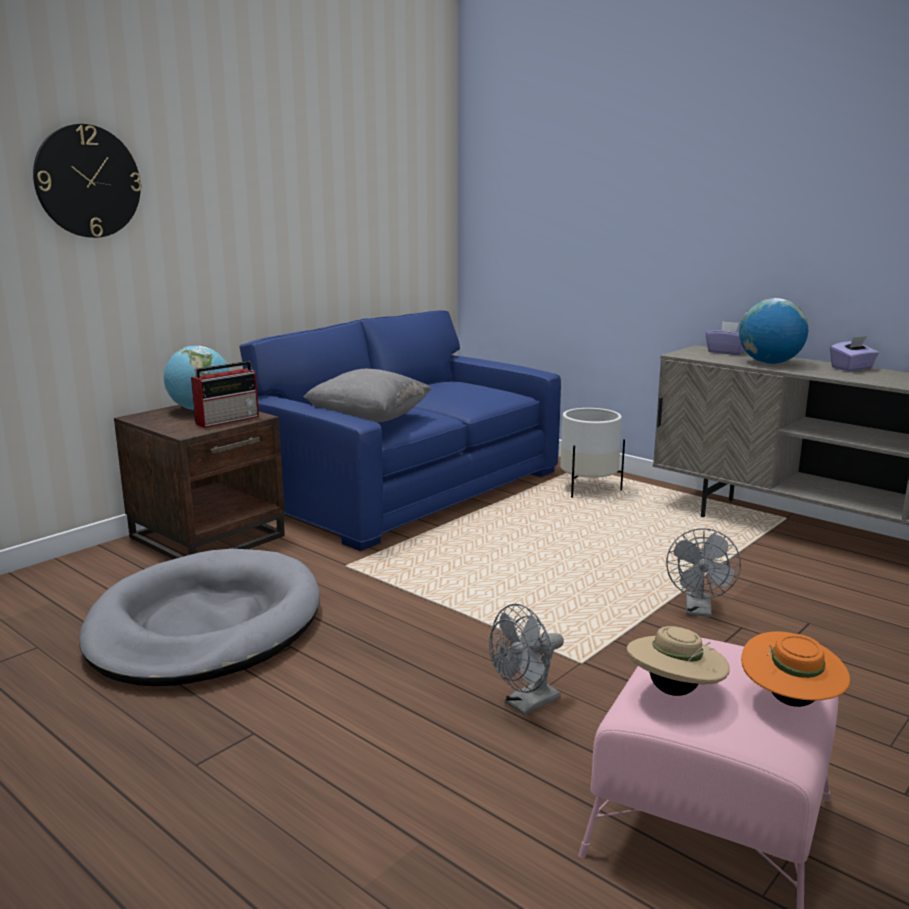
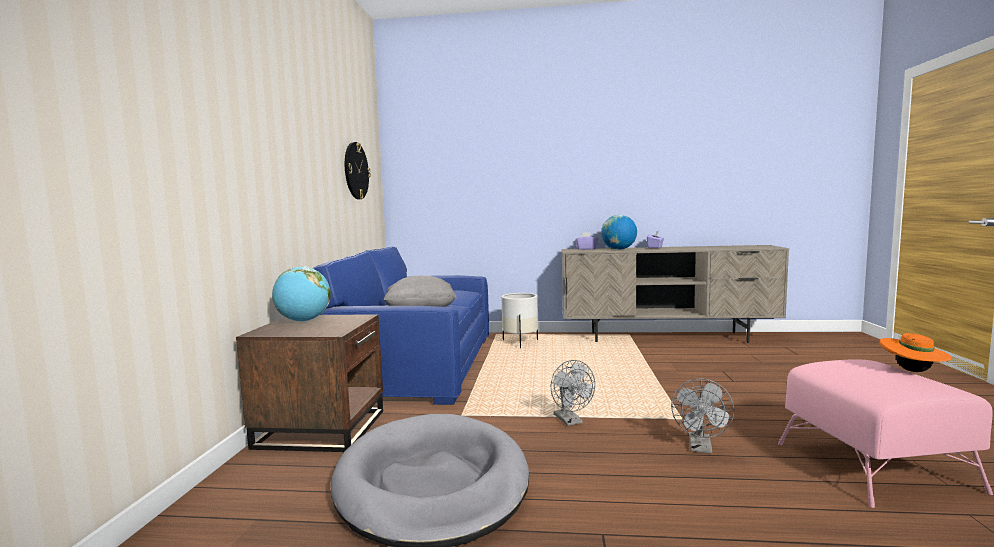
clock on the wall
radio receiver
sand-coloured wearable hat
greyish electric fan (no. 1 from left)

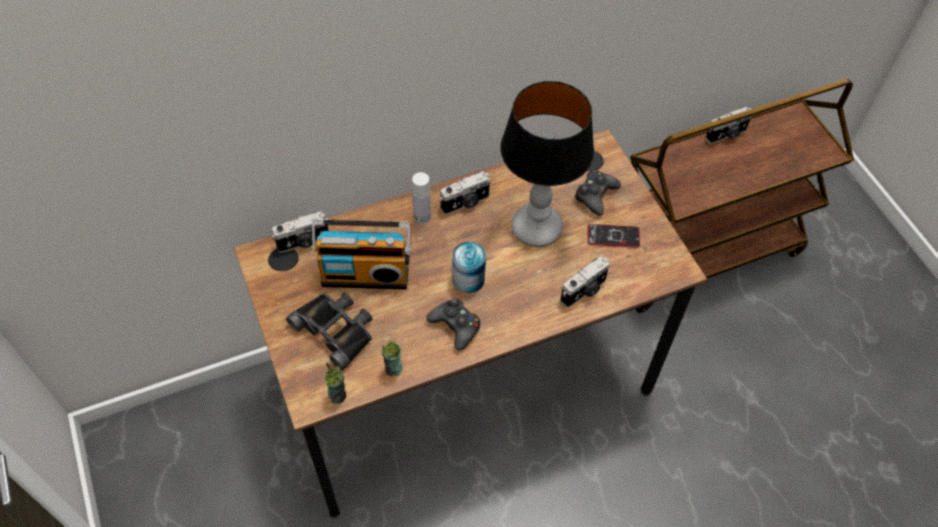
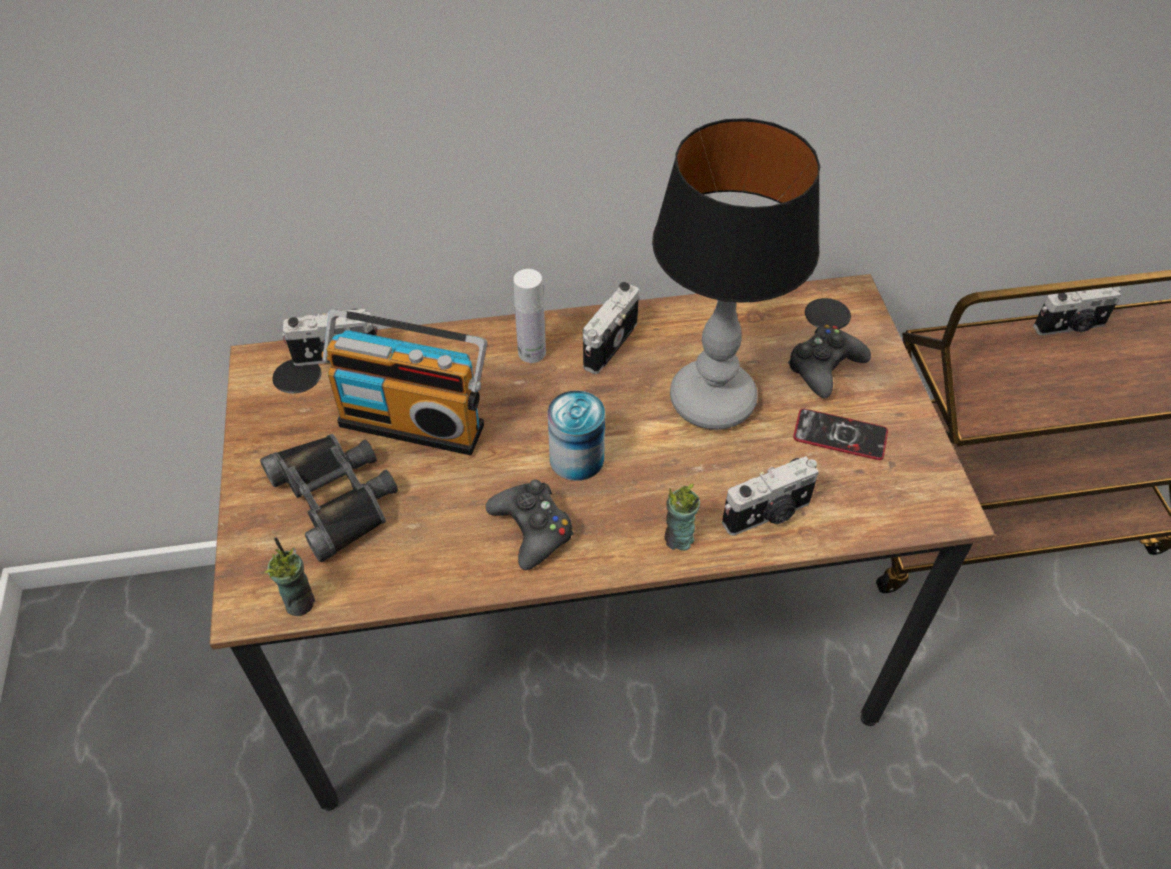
drinking cup (no. 2 from left)
still camera (no. 2 from left)

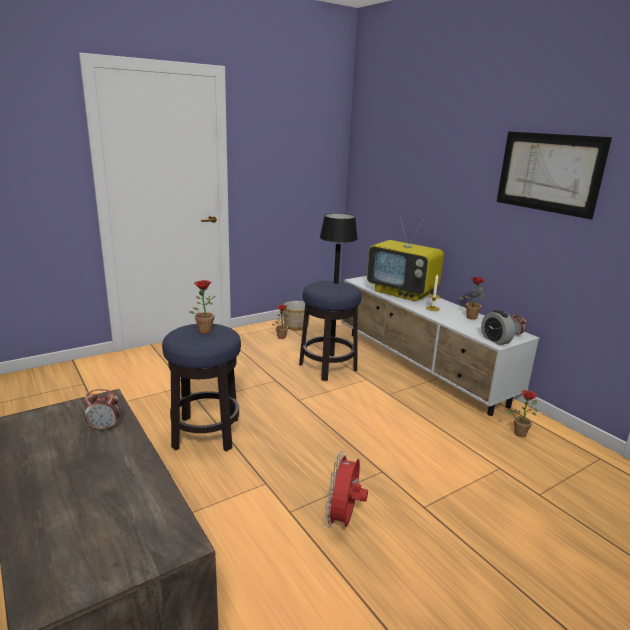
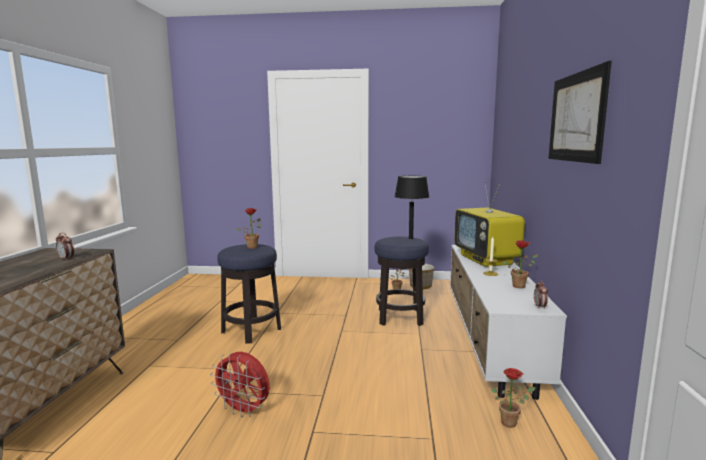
red-coloured electric fan
table clock (no. 2 from left in the first image)

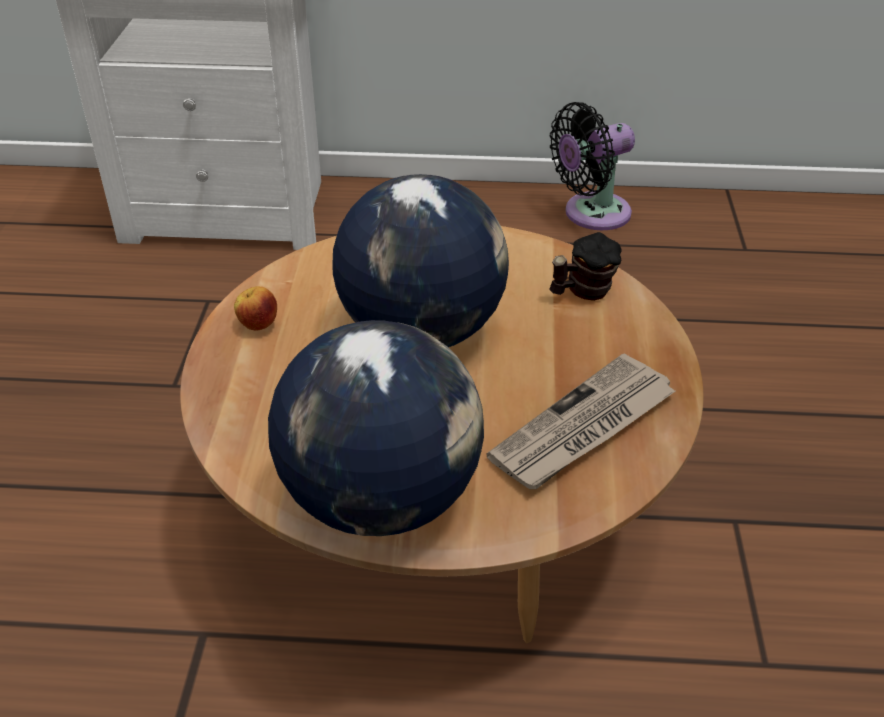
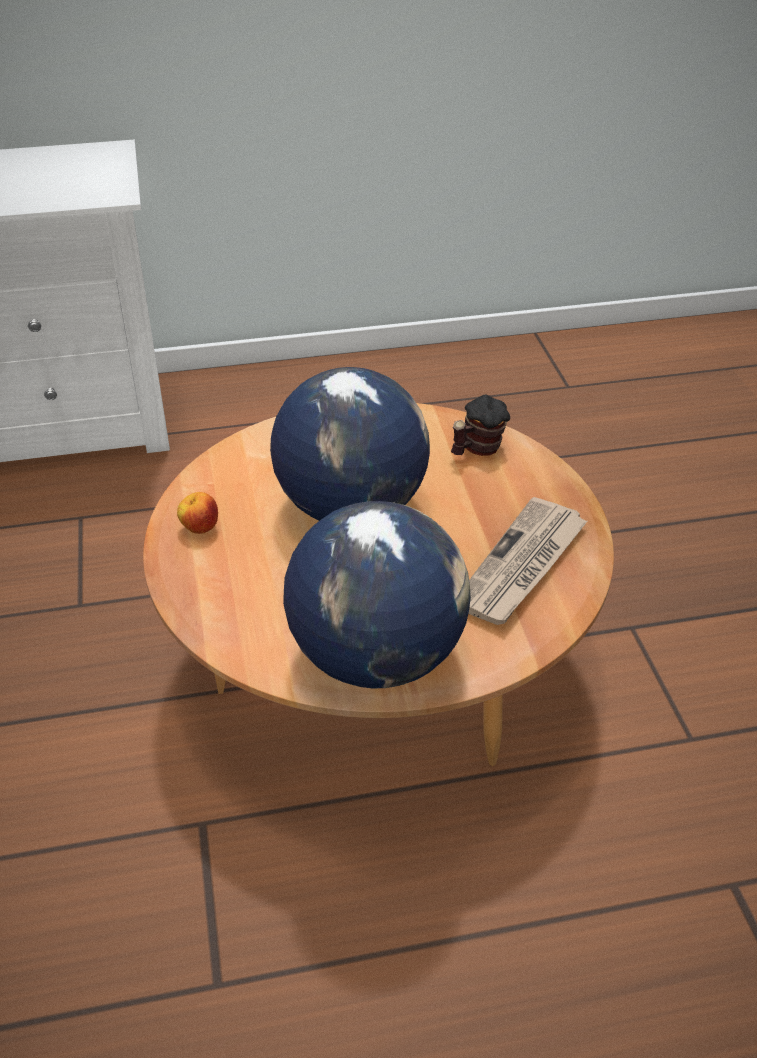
blackish electric fan

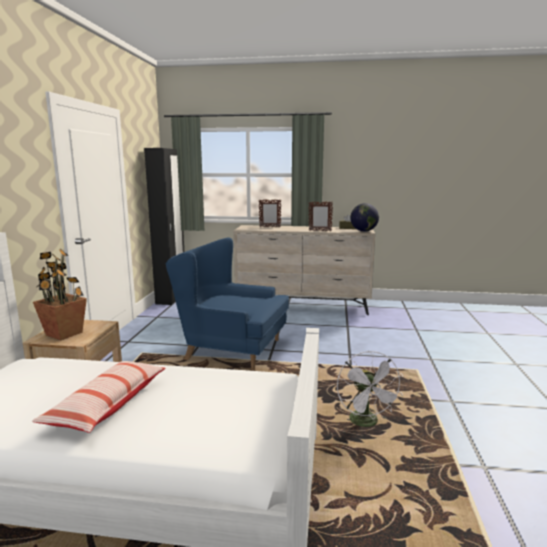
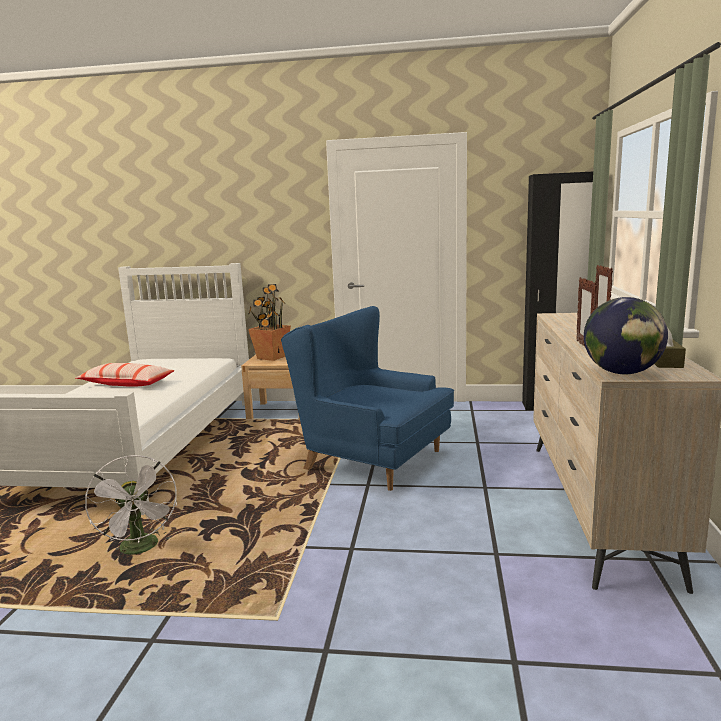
blue easy chair
whitish electric fan

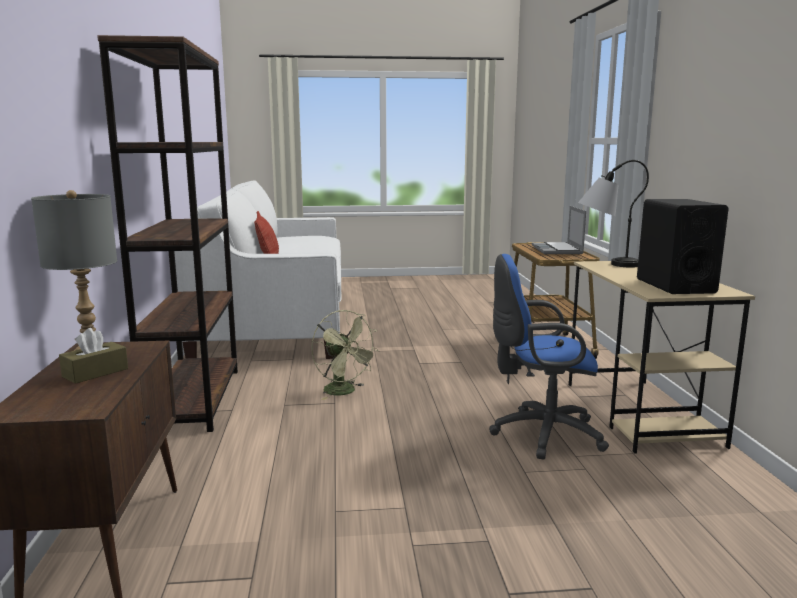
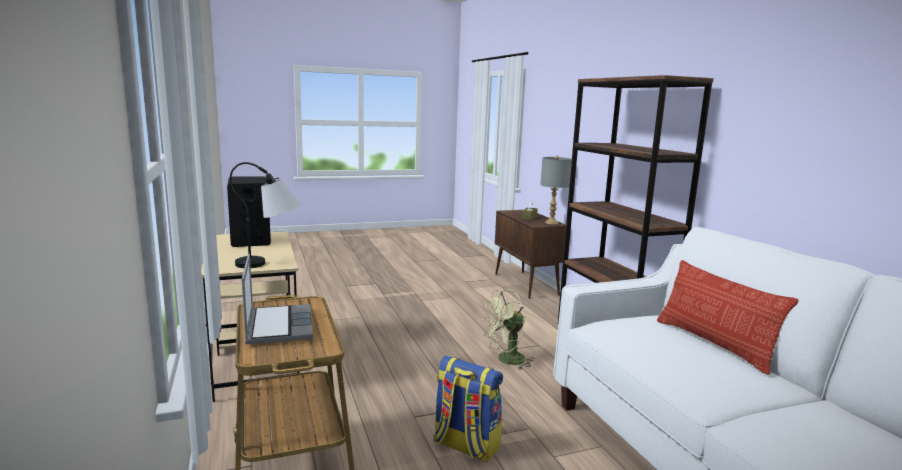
green electric fan
blue desk chair
knapsack

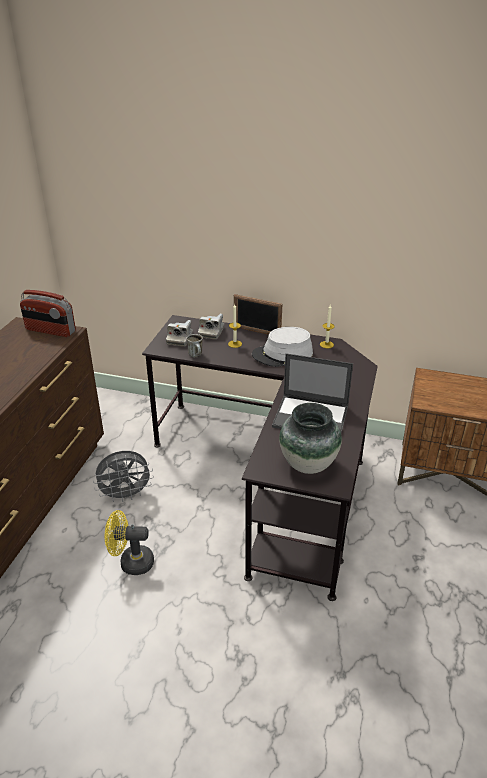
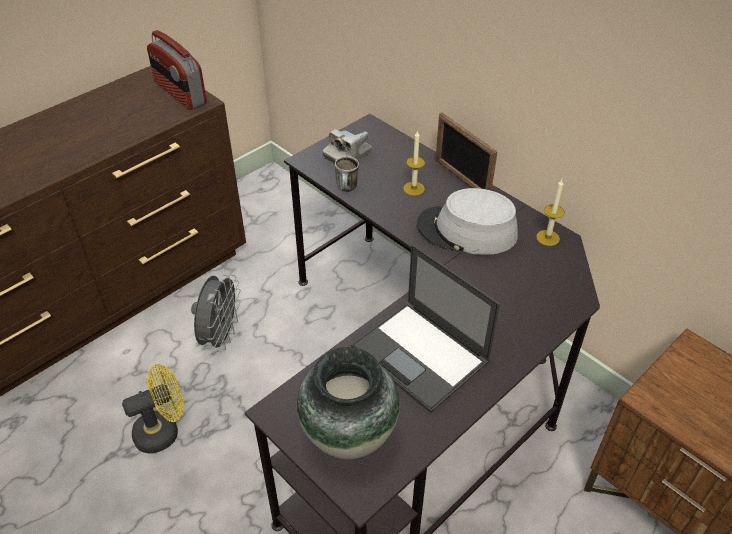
greyish electric fan
yellowish electric fan
still camera (no. 2 from left in the first image)

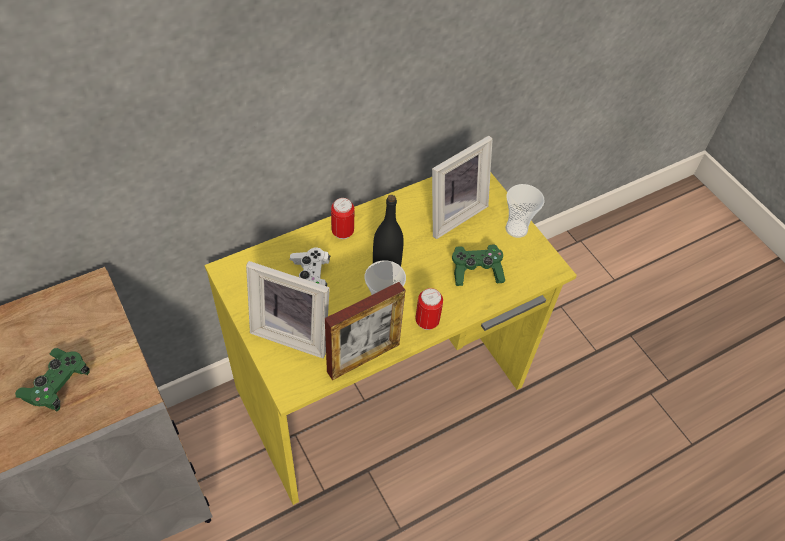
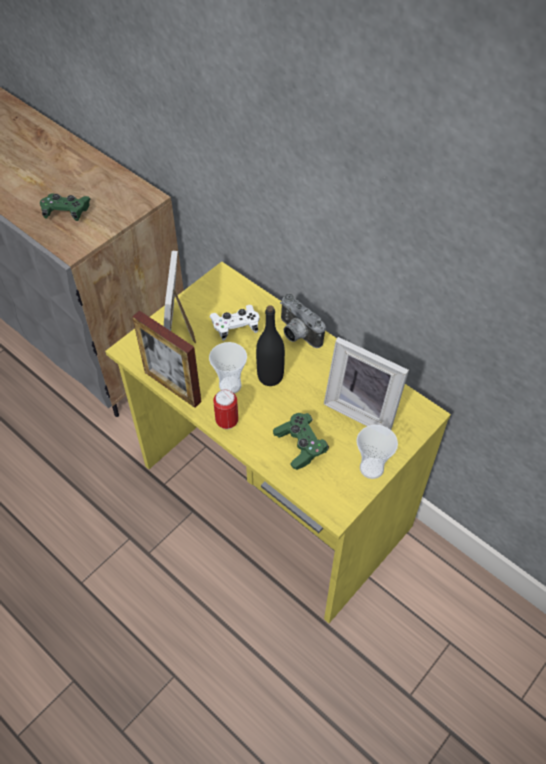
still camera

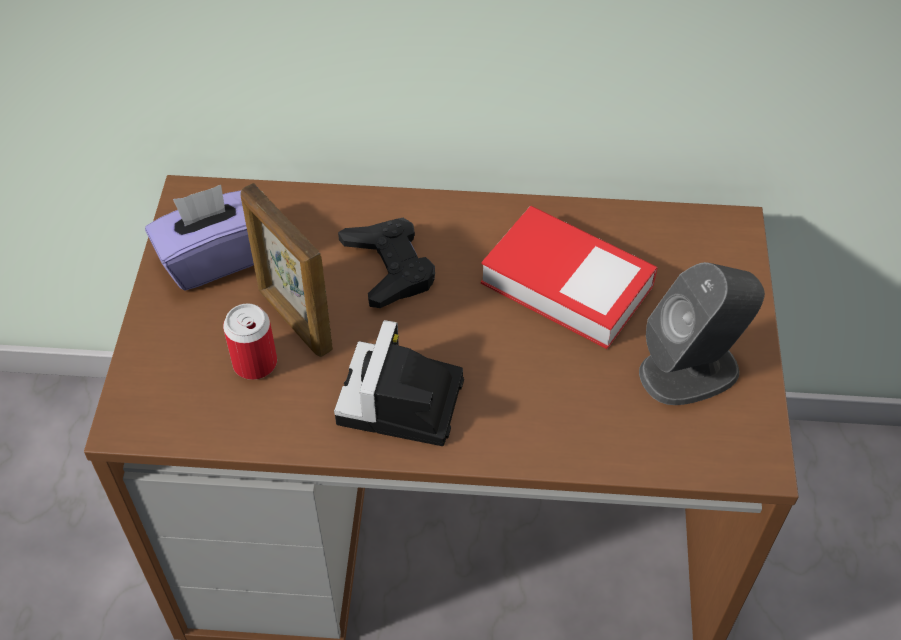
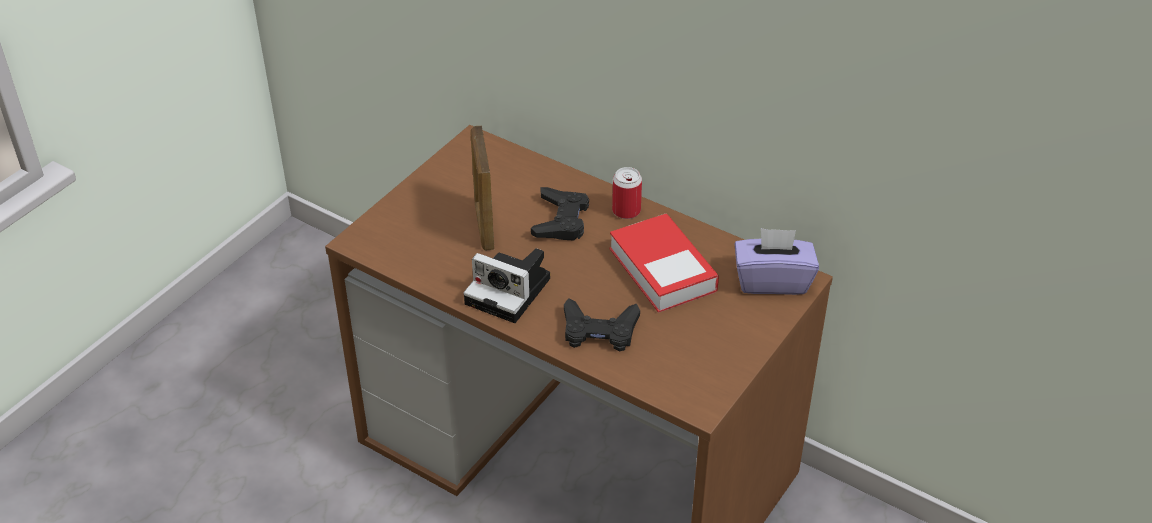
purple box of tissues
metal can
still camera
greyish speaker
blackish gamepad (no. 2 from left)

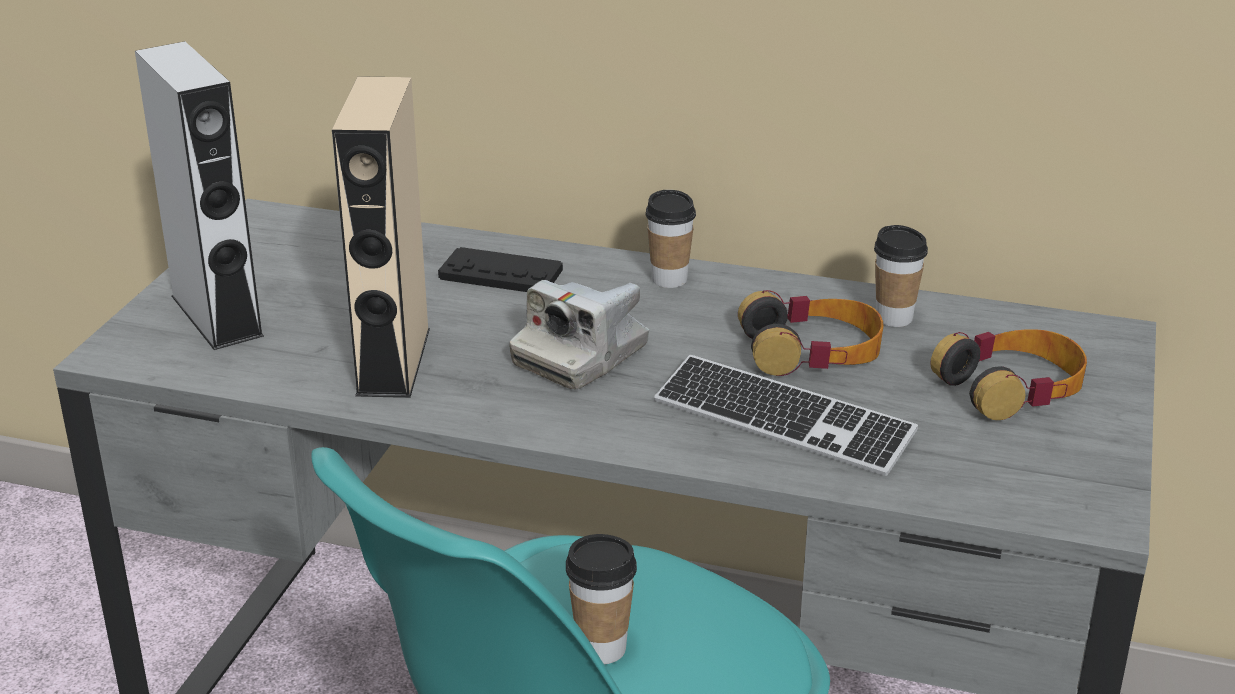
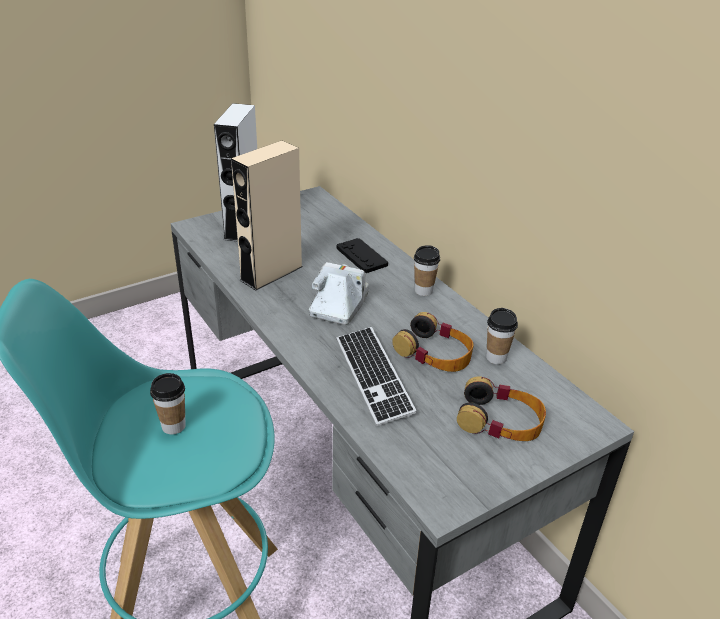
still camera

